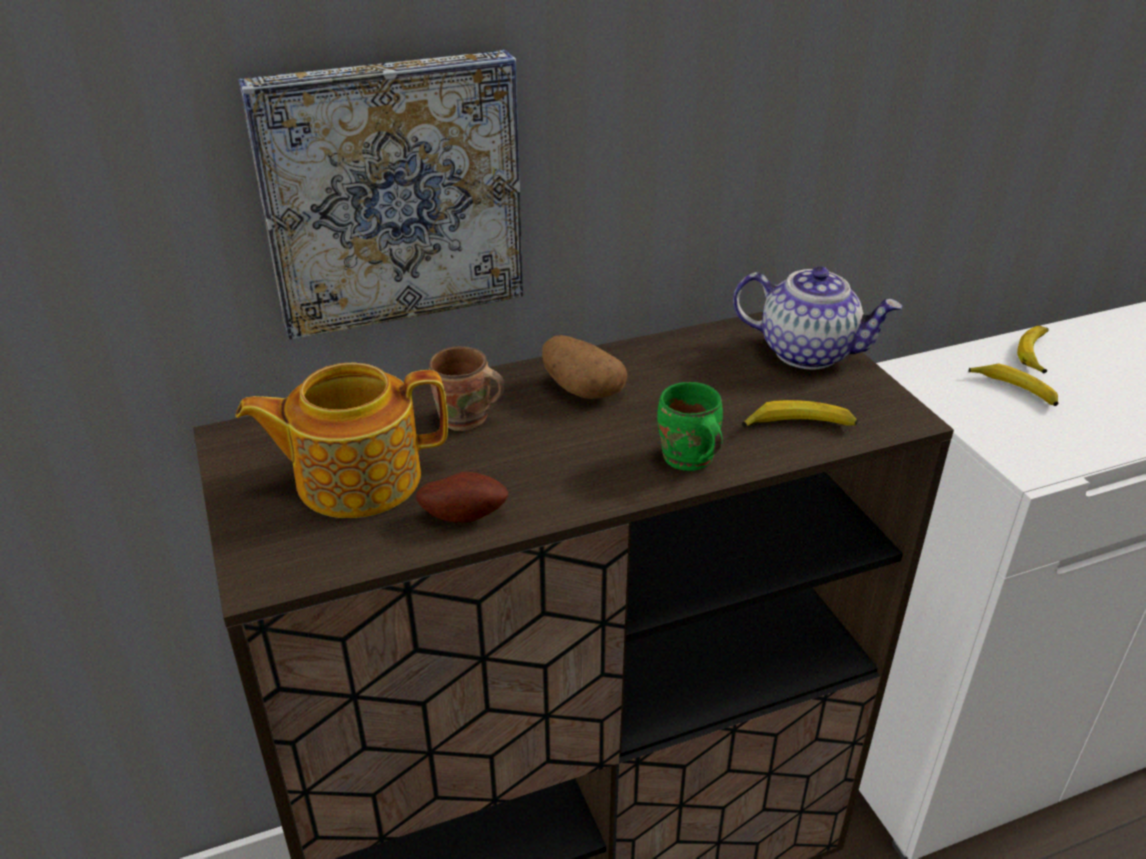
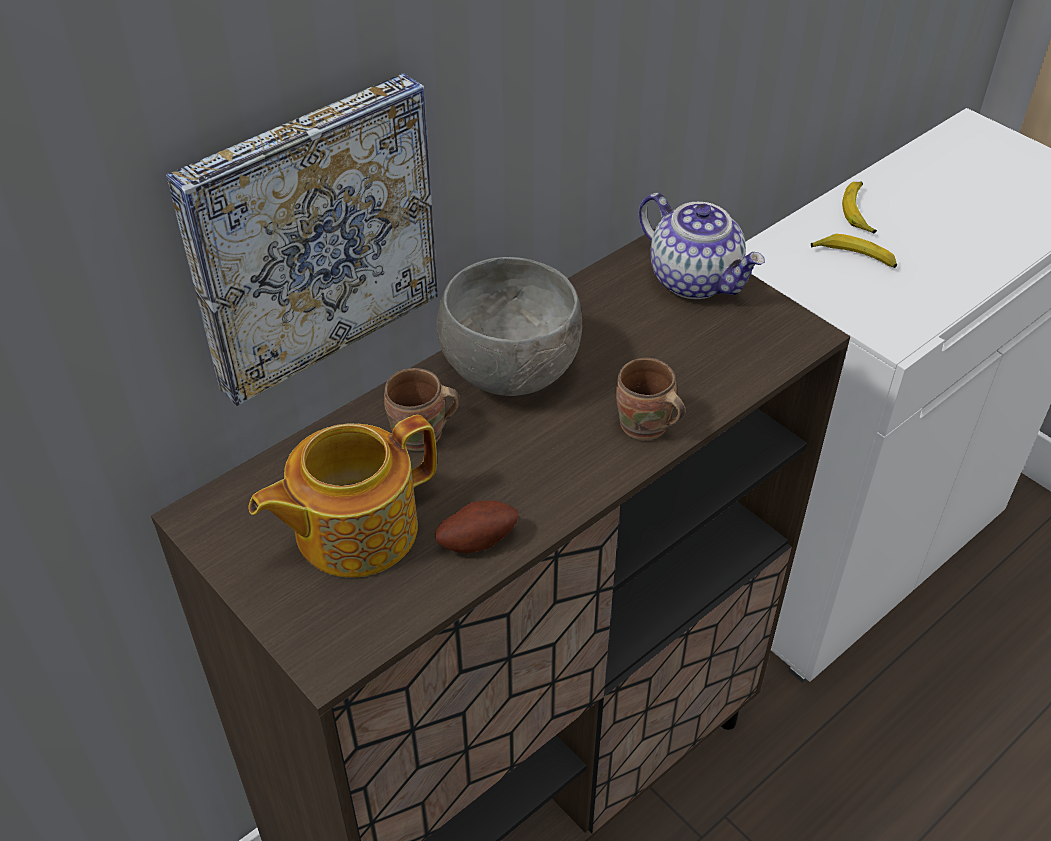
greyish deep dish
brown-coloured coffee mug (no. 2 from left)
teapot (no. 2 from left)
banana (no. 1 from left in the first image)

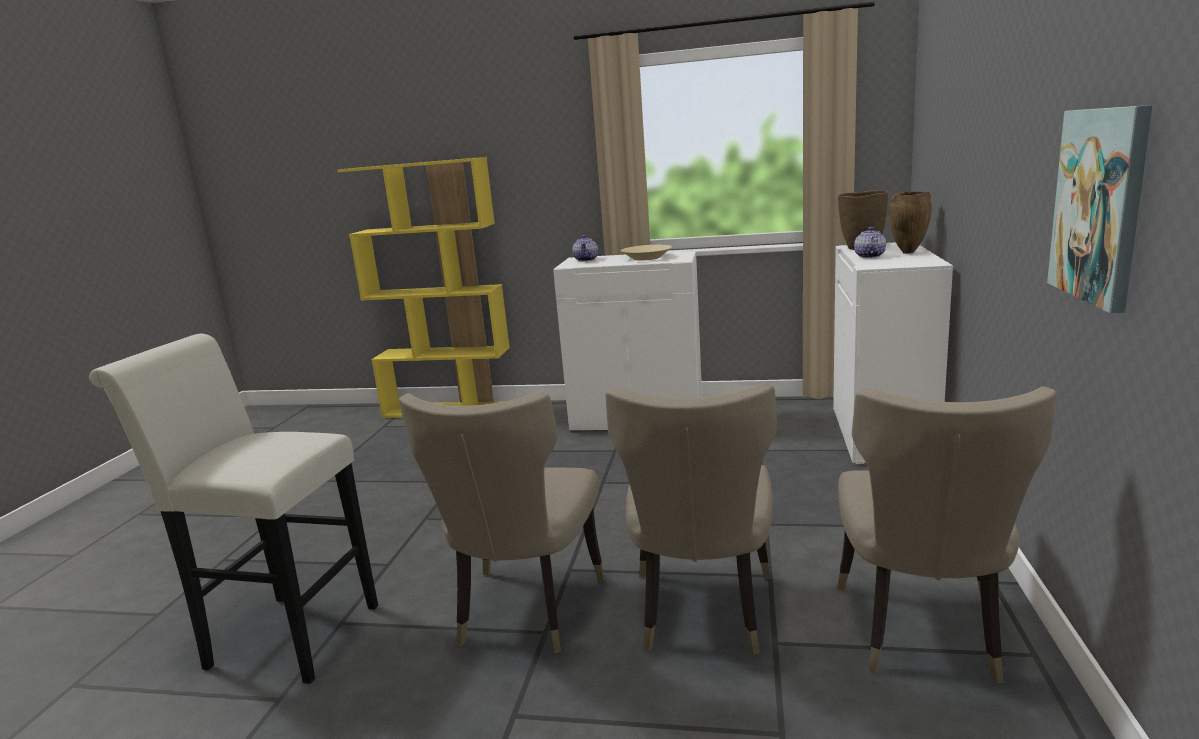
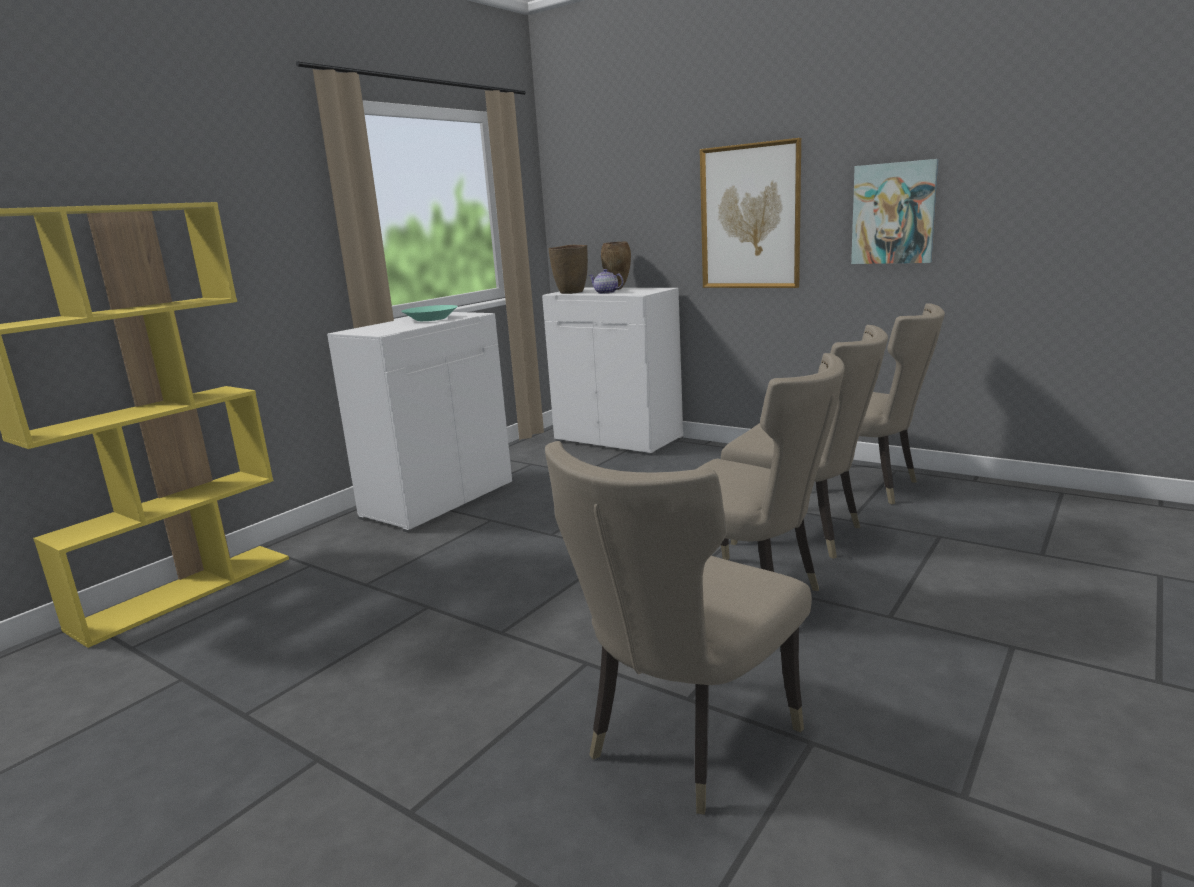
sand-coloured plain chair (no. 1 from left)
teapot (no. 1 from left in the first image)
turquoise-coloured deep dish
picture (no. 1 from left)

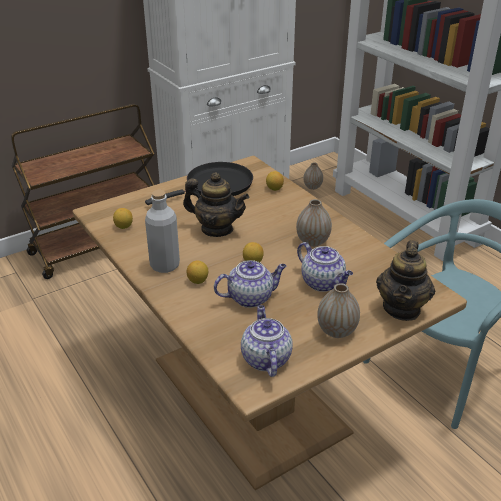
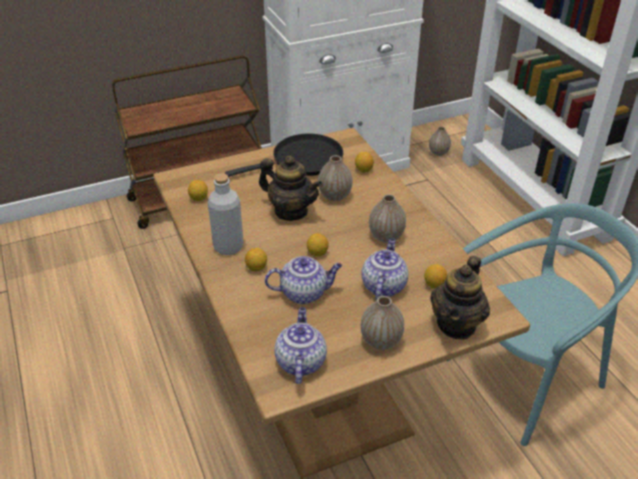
teapot (no. 4 from left)
decorative vase (no. 1 from left)
whole lemon (no. 5 from left)

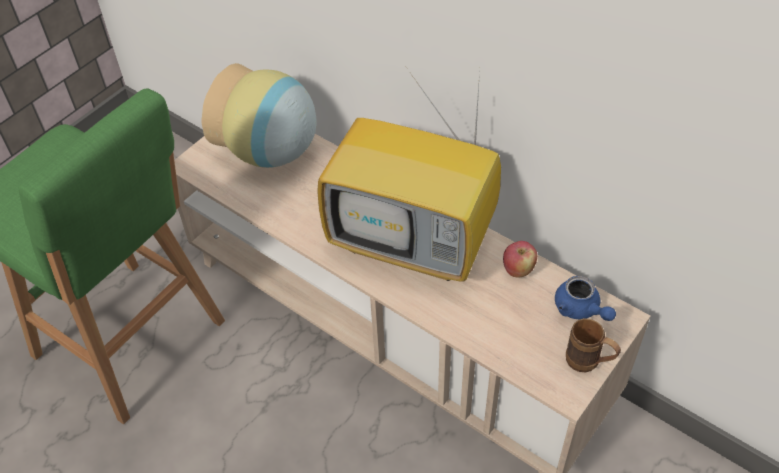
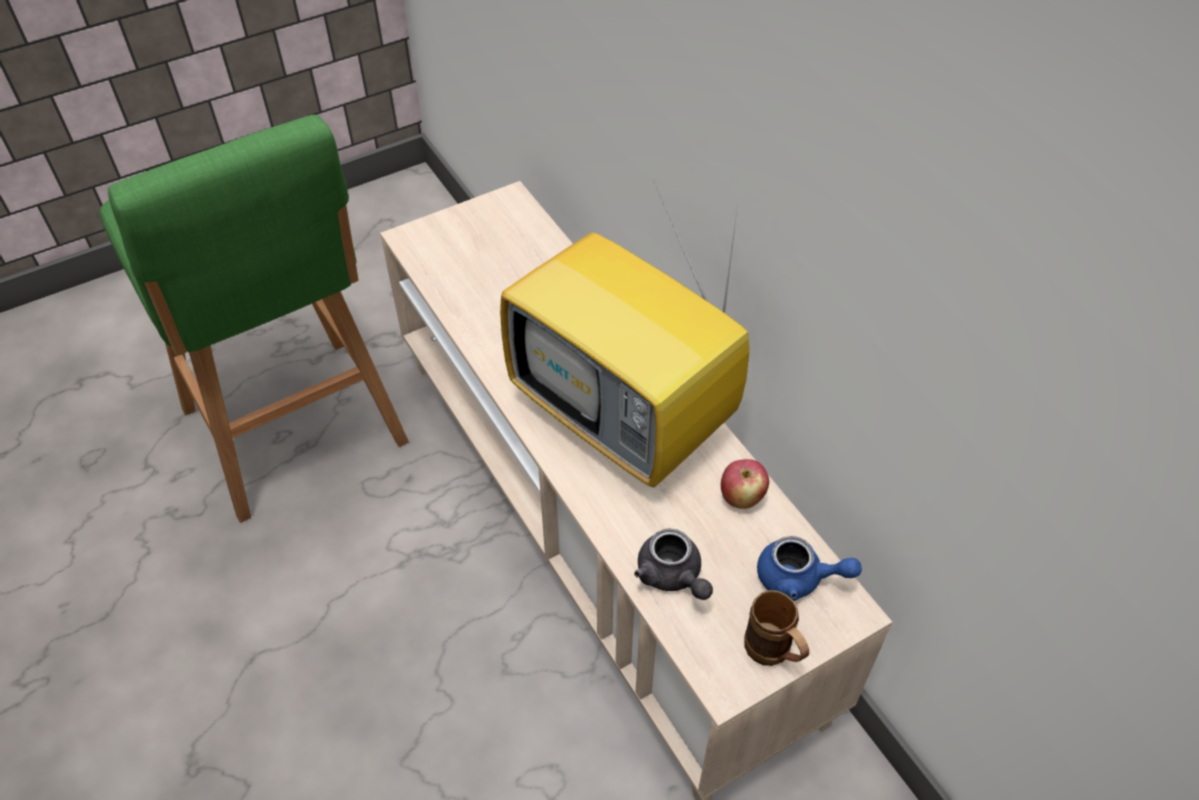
decorative vase
blue teapot
greyish teapot

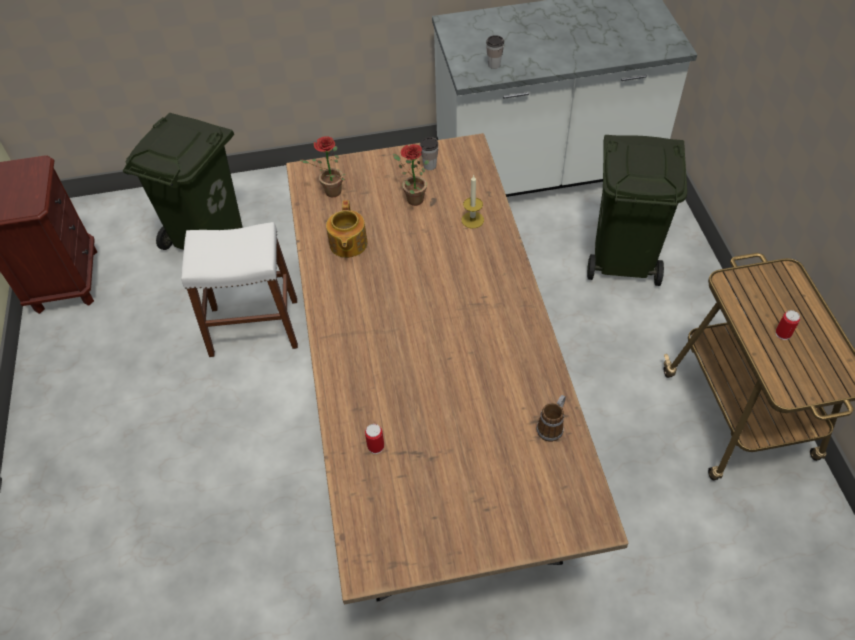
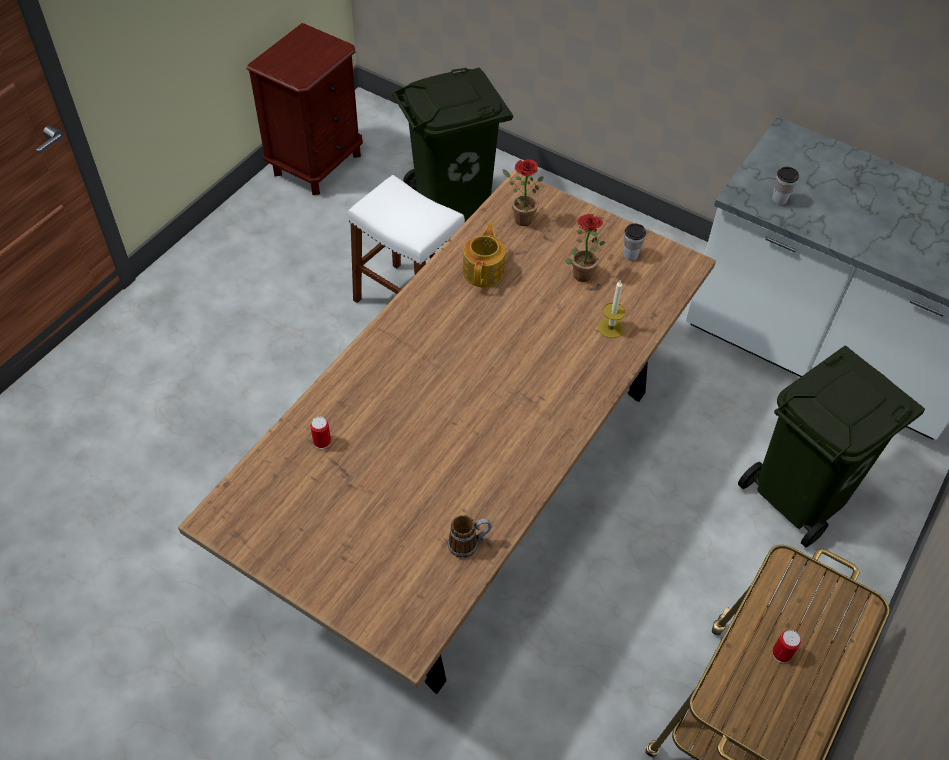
teapot

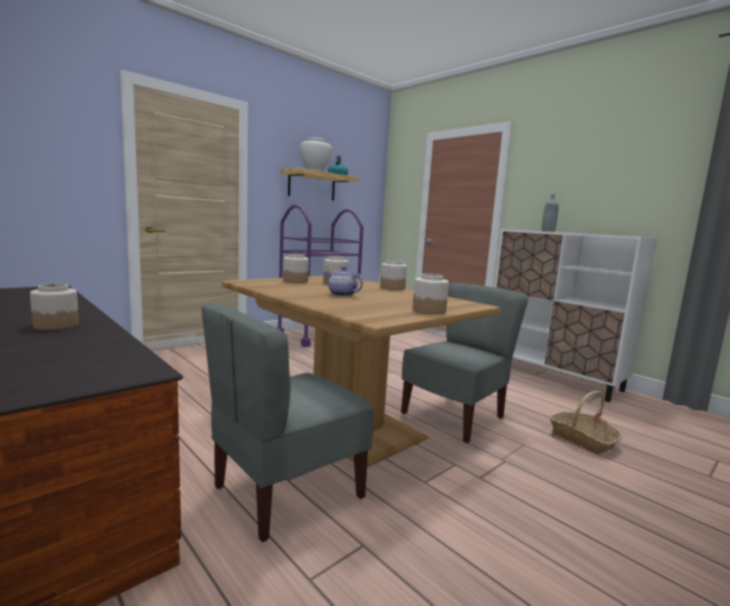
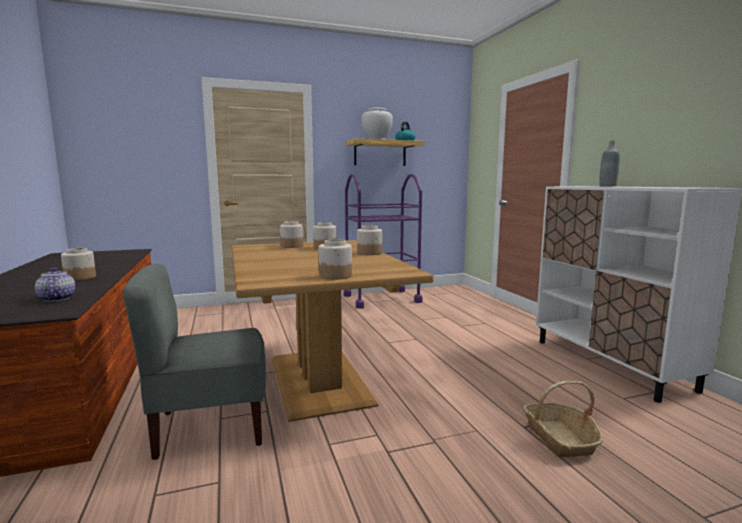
teapot
greyish plain chair (no. 2 from left in the first image)

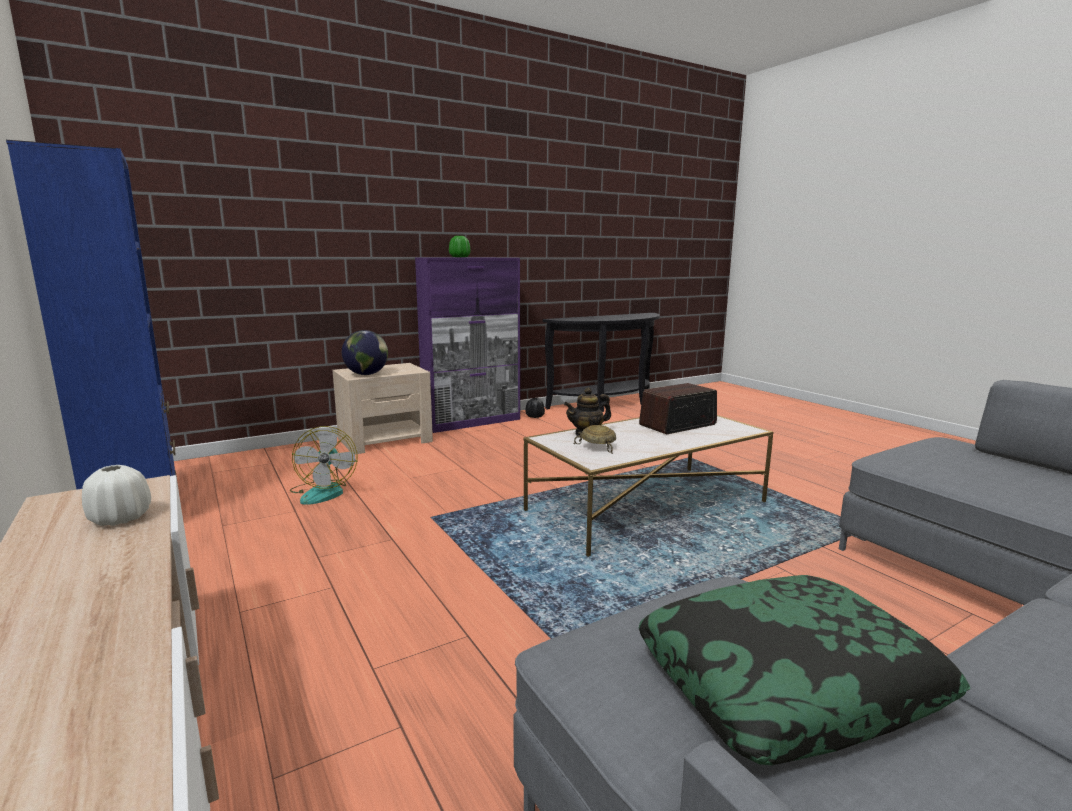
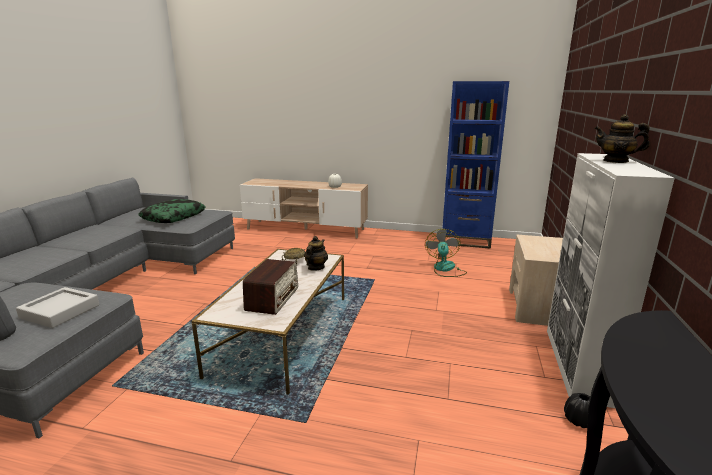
electric fan
desk globe
whitish cupboard
teapot (no. 2 from left)
greyish carrying tray

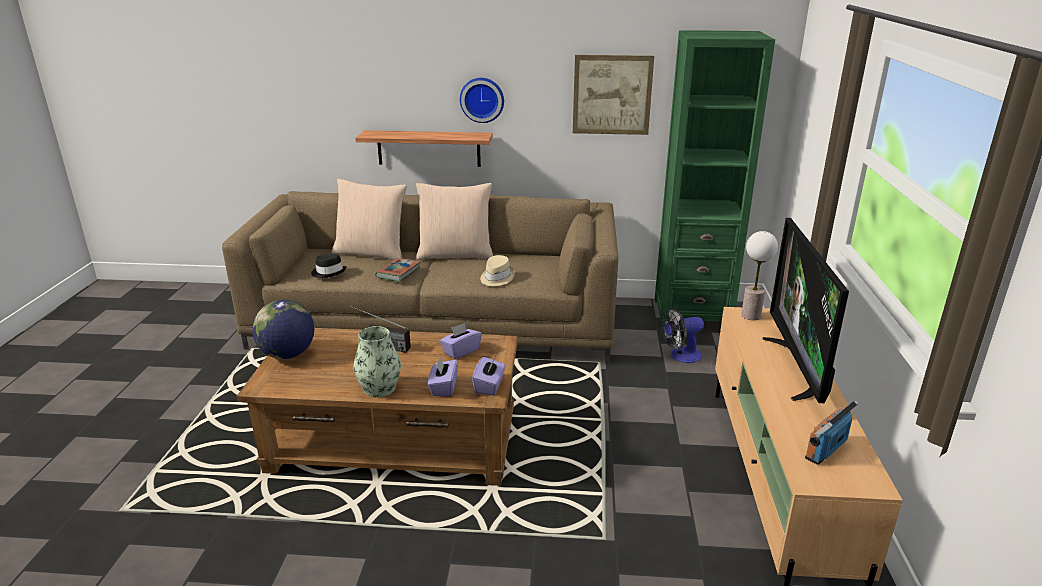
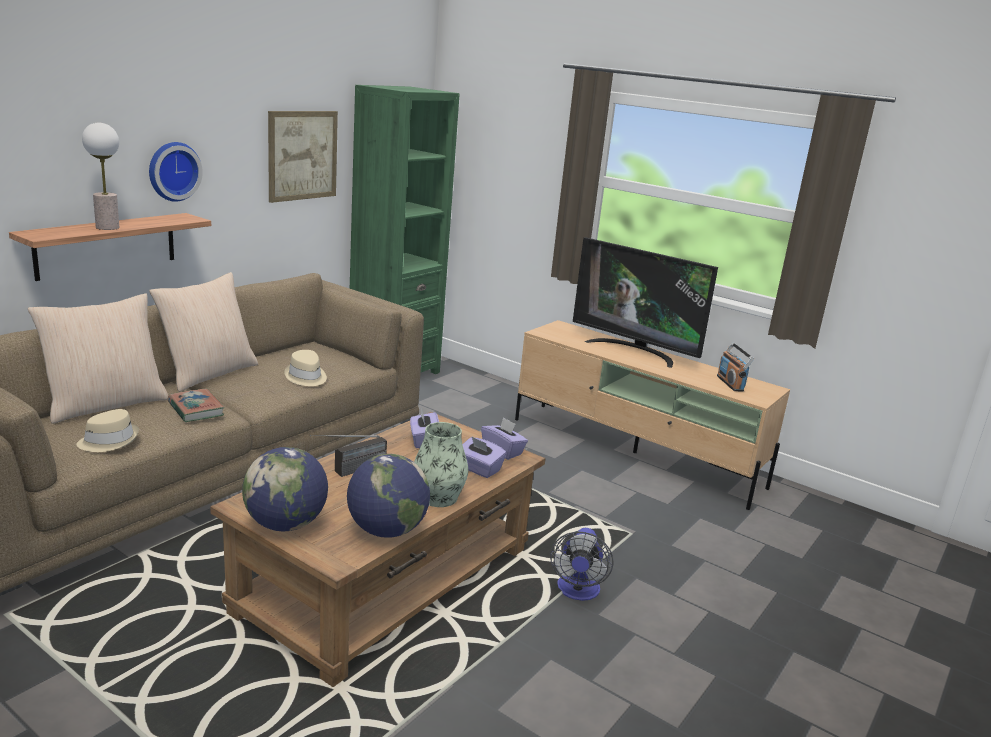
sand-coloured wearable hat (no. 1 from left)
electric fan
tabletop lamp
desk globe (no. 2 from left)

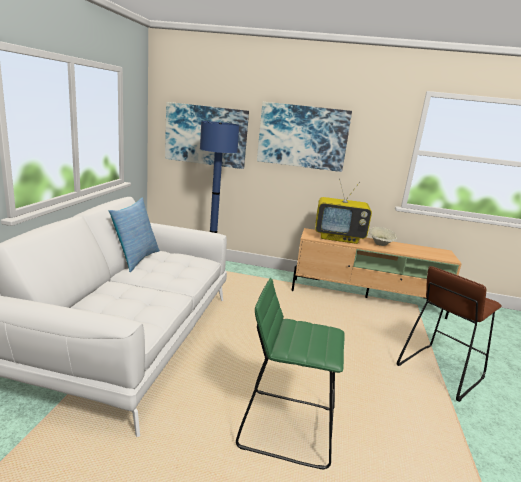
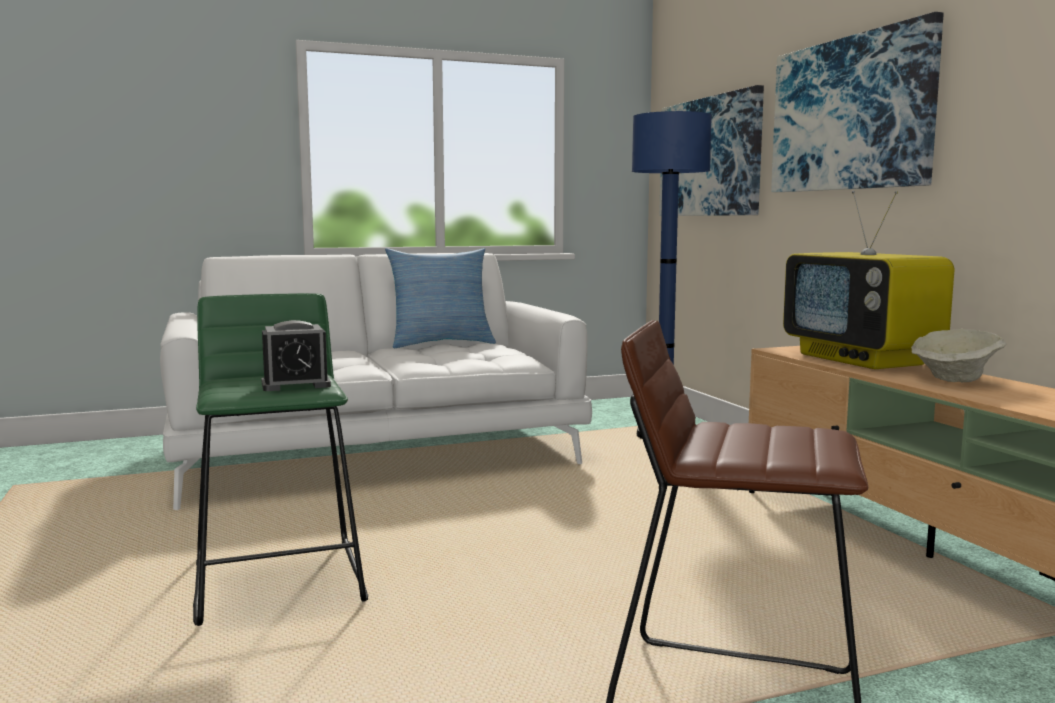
table clock

